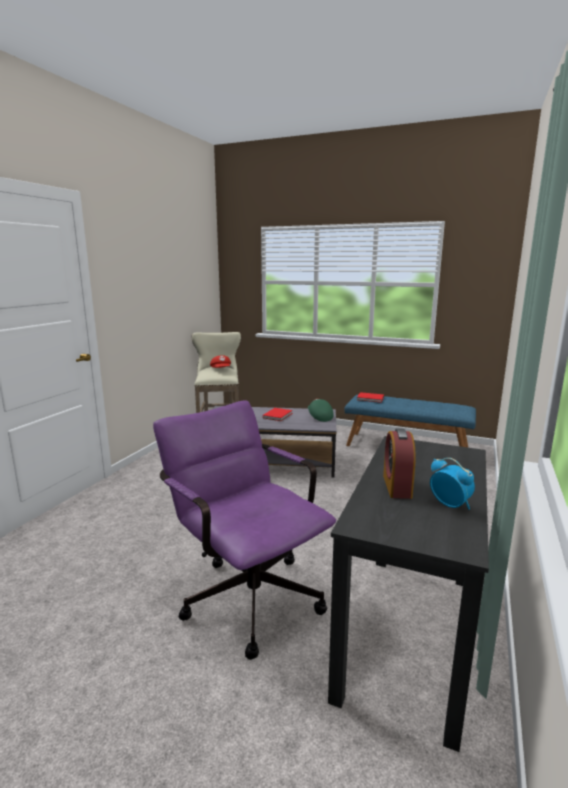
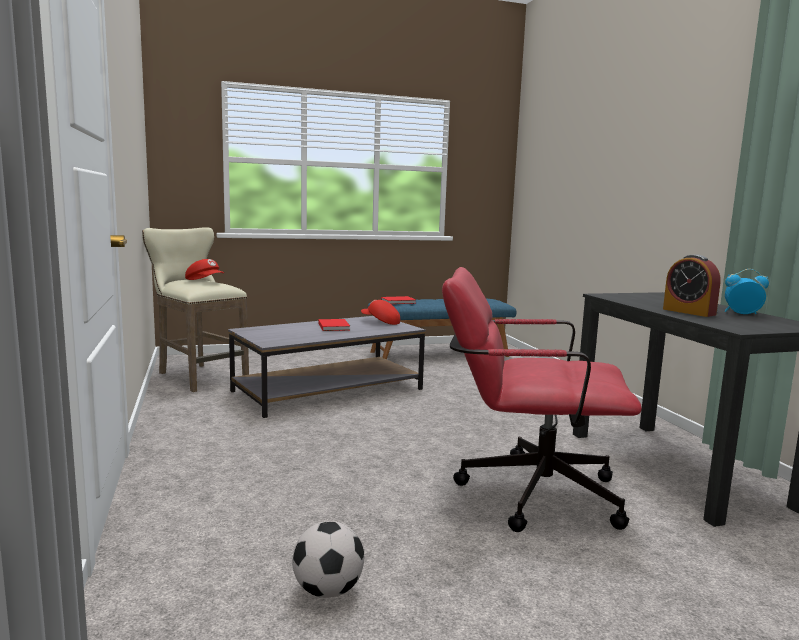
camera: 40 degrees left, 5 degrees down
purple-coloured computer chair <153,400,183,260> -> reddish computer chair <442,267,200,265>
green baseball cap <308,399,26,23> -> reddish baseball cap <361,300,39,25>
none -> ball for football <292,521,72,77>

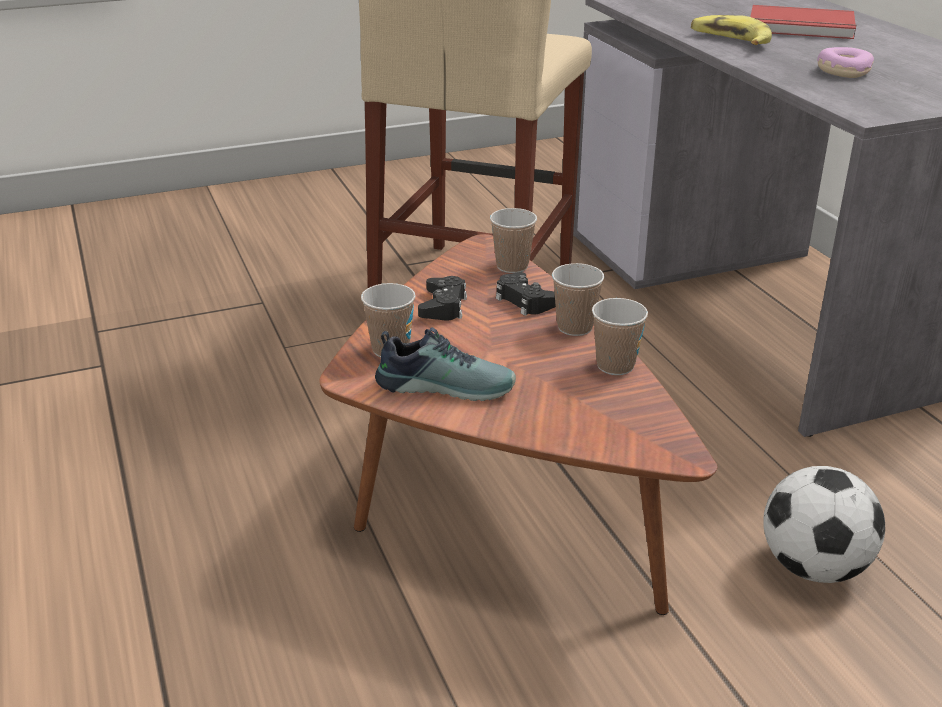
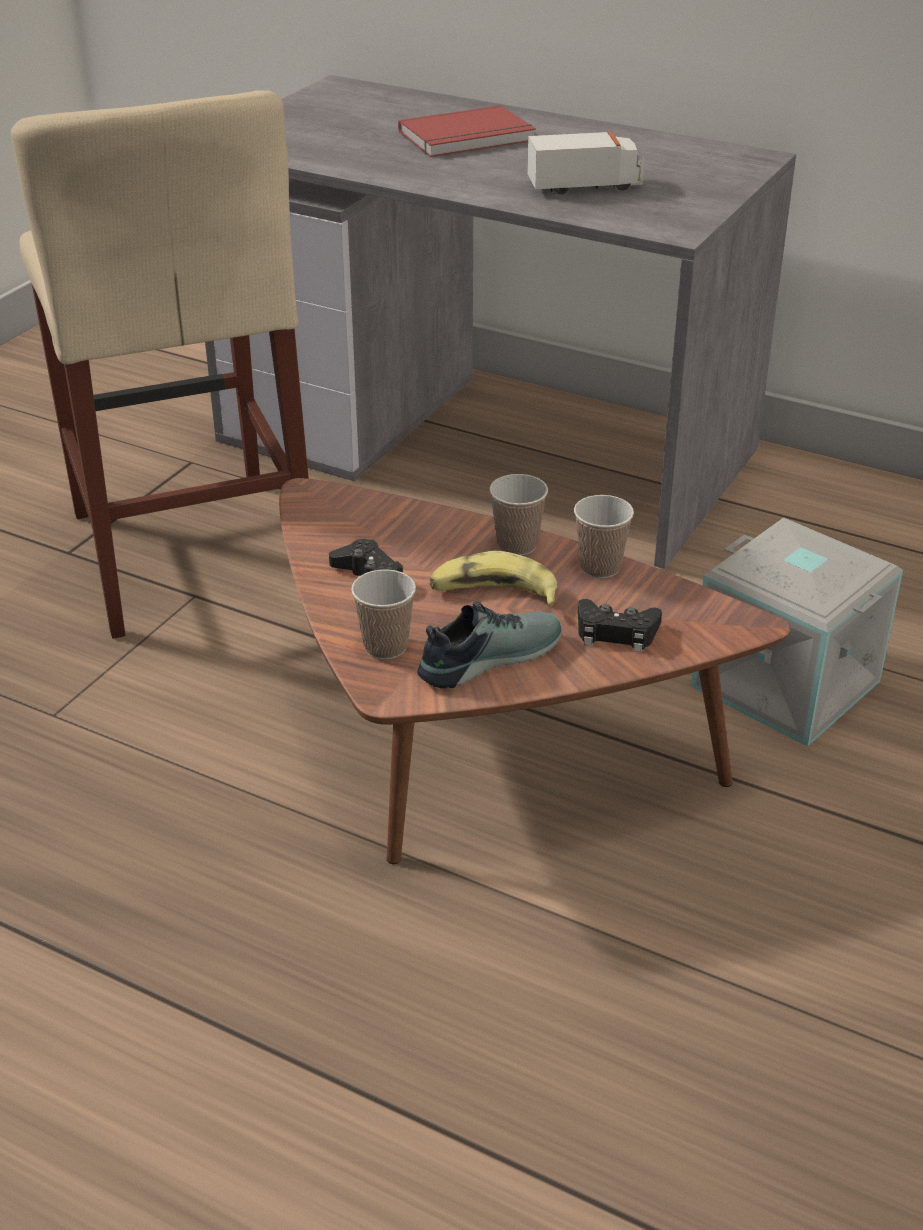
camera: 40 degrees left, 5 degrees up
drinking cup <490,208,47,65> -> none
black joypad <496,272,60,44> -> black joypad <578,599,84,53>, moved
banana <691,15,81,30> -> banana <430,551,127,56>, moved
ball for football <763,466,122,117> -> gray storage box <691,518,212,229>
donut <817,47,57,31> -> toy truck <527,130,117,65>

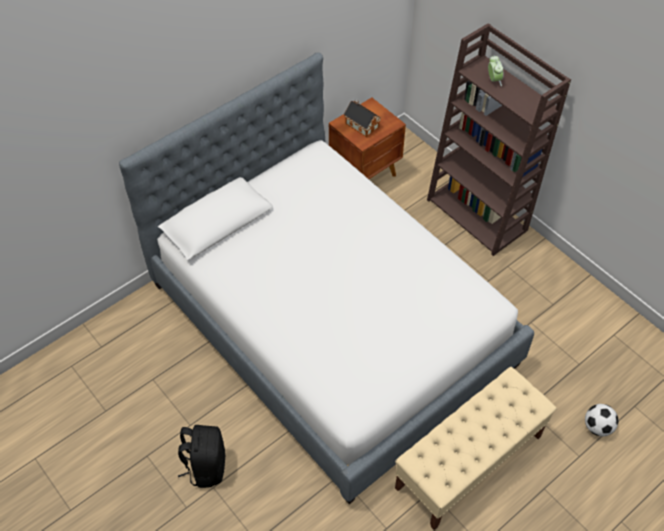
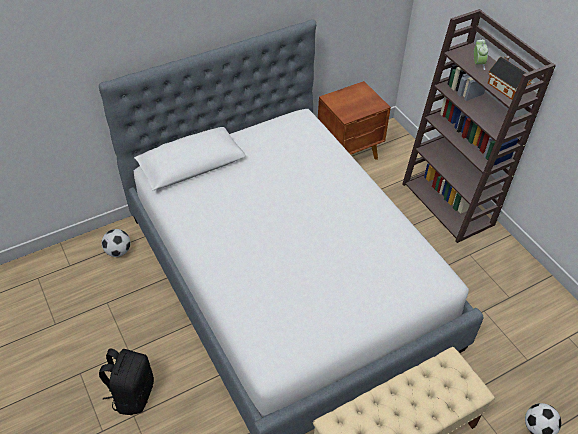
camera: 10 degrees right, 5 degrees down
miniature house <344,99,37,38> -> miniature house <488,55,45,45>, moved
none -> ball for football <102,229,29,28>

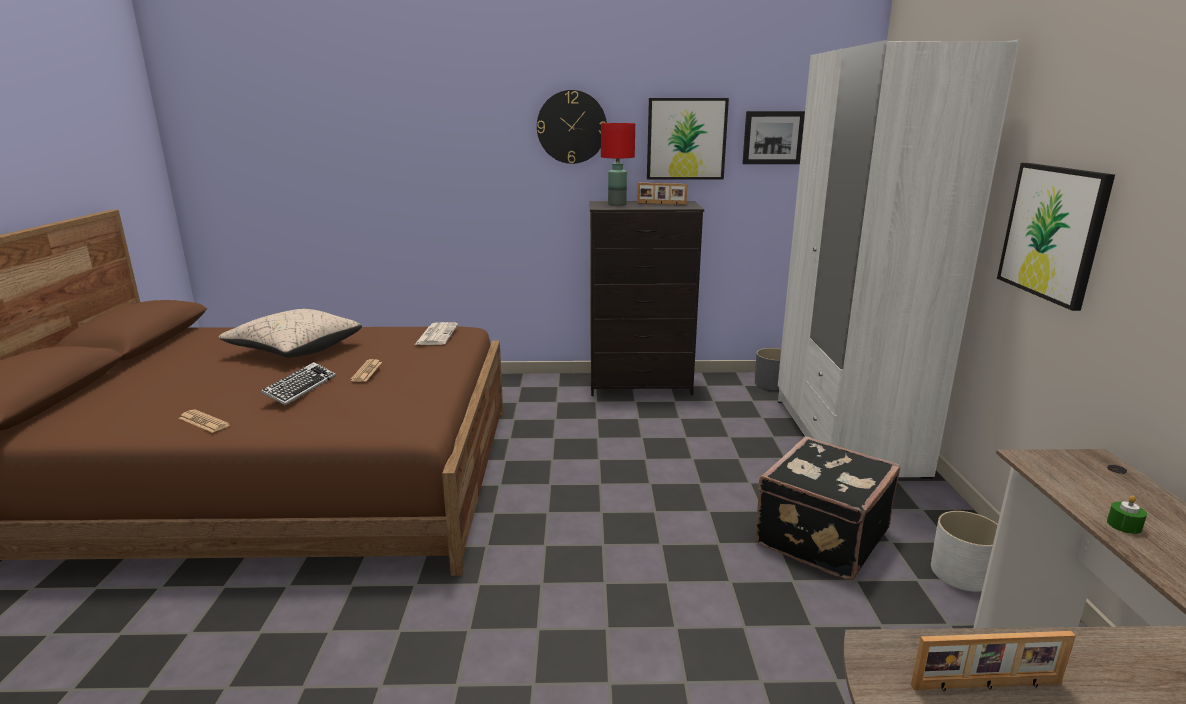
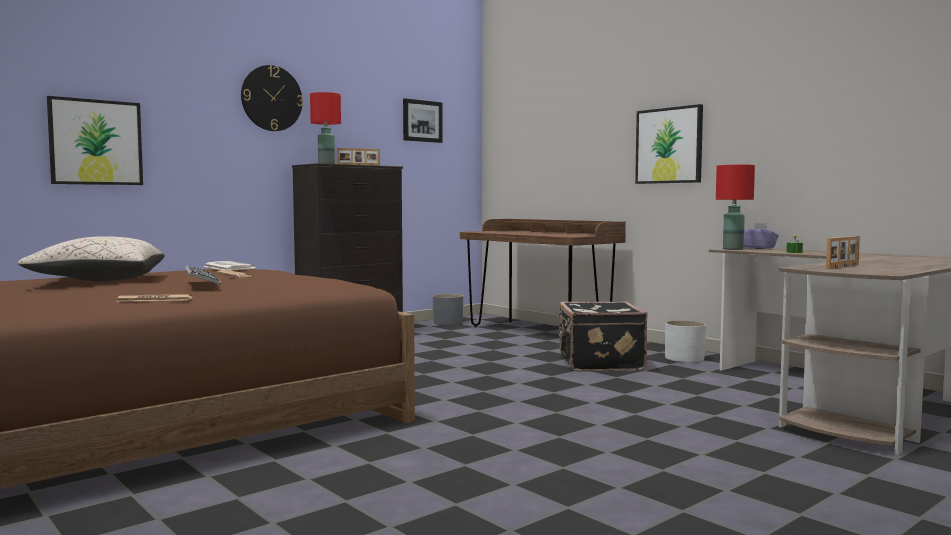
camera: 40 degrees left, 15 degrees down
wall art <647,98,82,82> -> wall art <47,96,96,89>, moved
whitish armoire <778,40,242,438> -> brown-coloured desk unit <460,219,166,108>
none -> reddish lamp for a table <716,165,39,85>
none -> purple-coloured box of tissues <744,223,35,25>

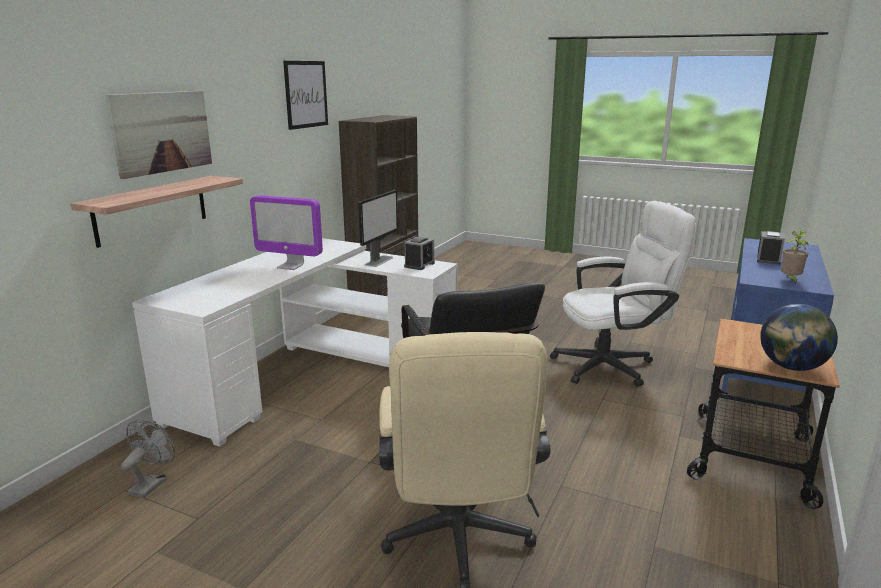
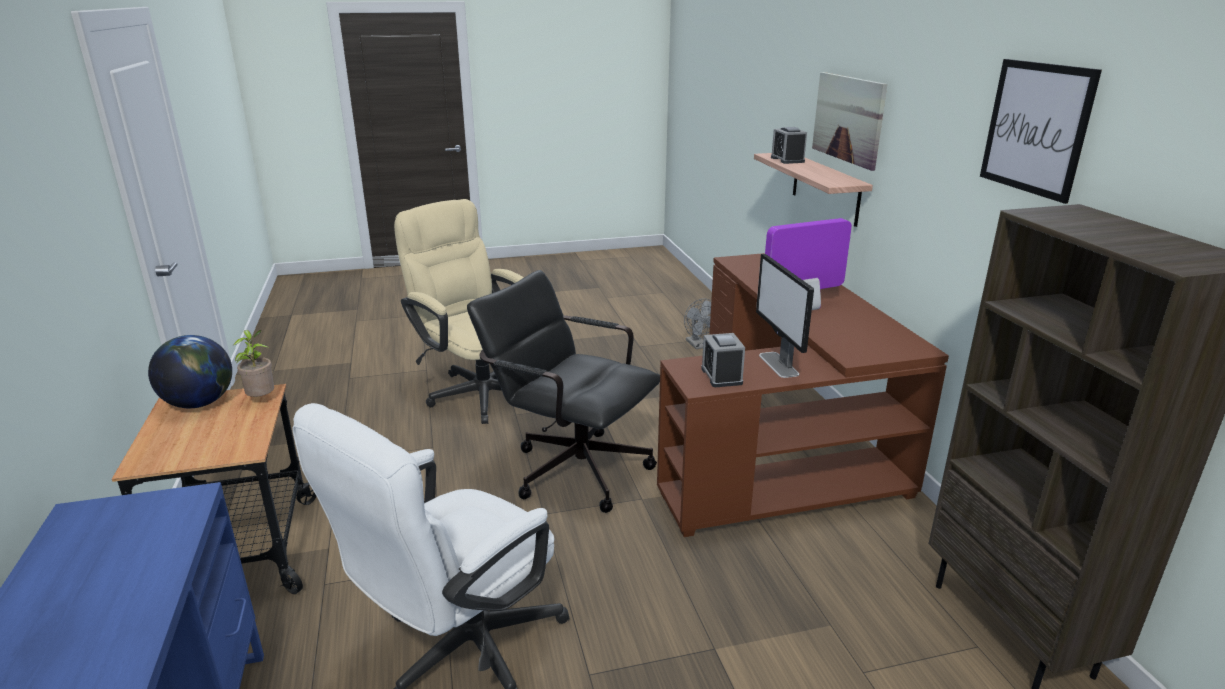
camera: 140 degrees right, 5 degrees up
whitish desk unit <132,238,325,209> -> brown-coloured desk unit <657,253,292,284>
alarm clock <757,231,28,34> -> alarm clock <771,127,36,37>, moved
potted plant <781,230,27,54> -> potted plant <233,330,41,67>, moved

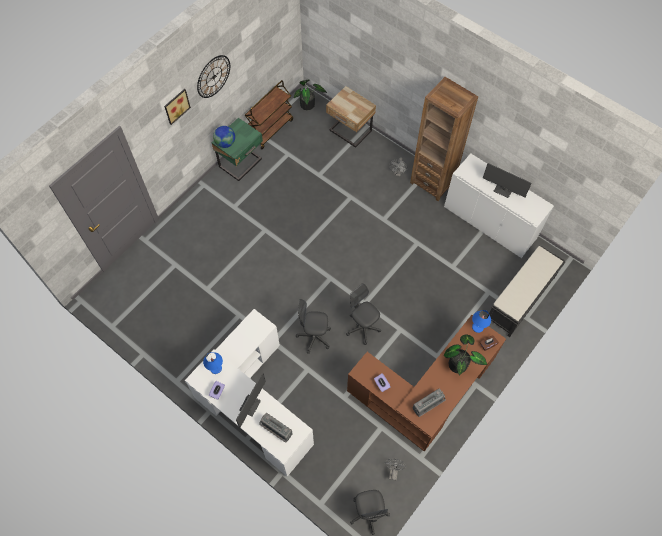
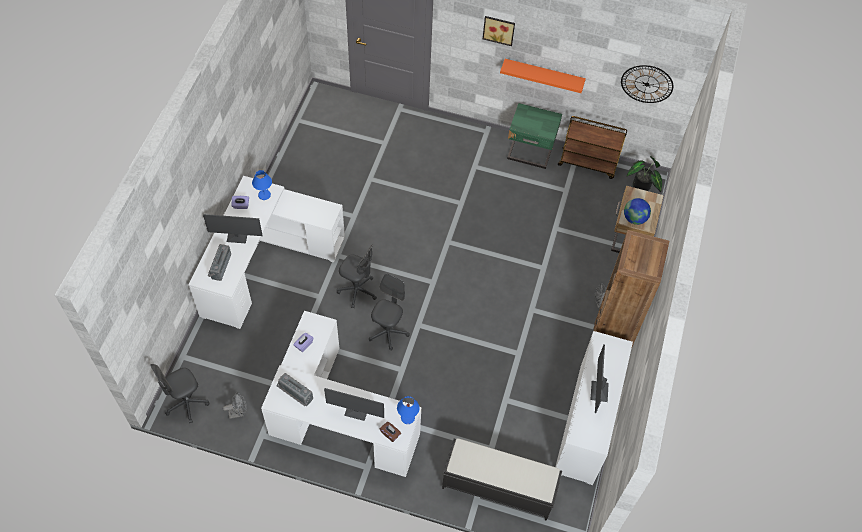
camera: 65 degrees right, 5 degrees down
hanging clock <197,55,33,43> -> hanging clock <621,65,52,38>, moved
world globe <213,126,22,22> -> world globe <624,198,27,27>, moved
gray computer chair <296,299,35,55> -> gray computer chair <337,245,40,63>, 135 degrees clockwise
brown-coloured desk unit <347,315,159,136> -> whitish desk unit <261,311,161,166>
potted plant <444,334,43,42> -> monitor <324,388,60,33>
none -> orangey bracket shelf <500,59,86,34>

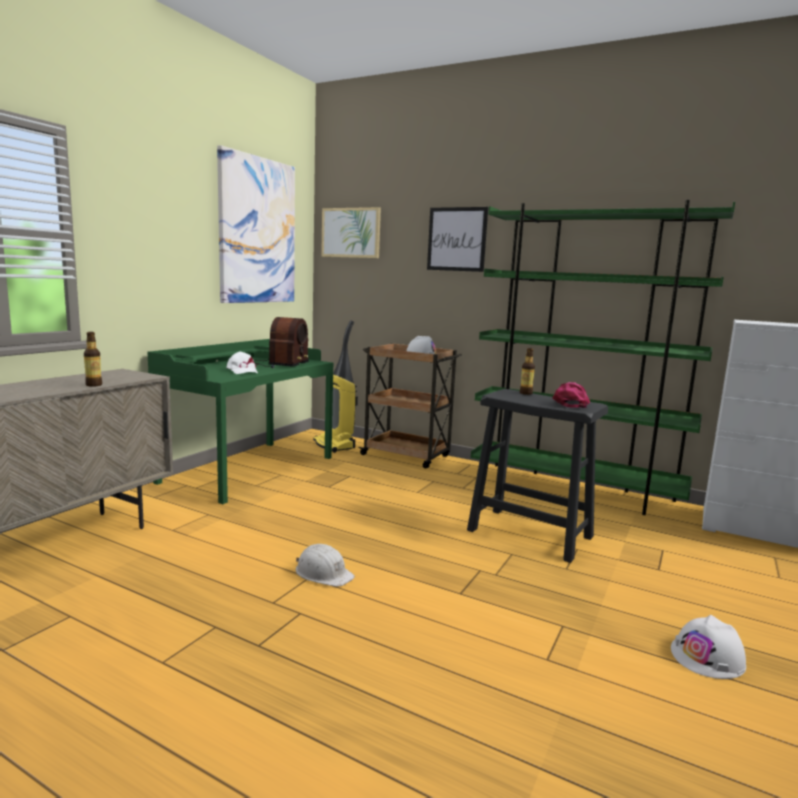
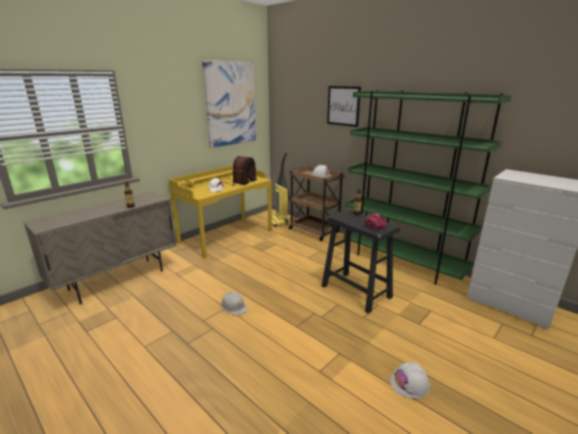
camera: 15 degrees right, 10 degrees up
green desk unit <147,339,186,165> -> yellow desk unit <169,165,103,94>
wall art <321,207,60,51> -> none

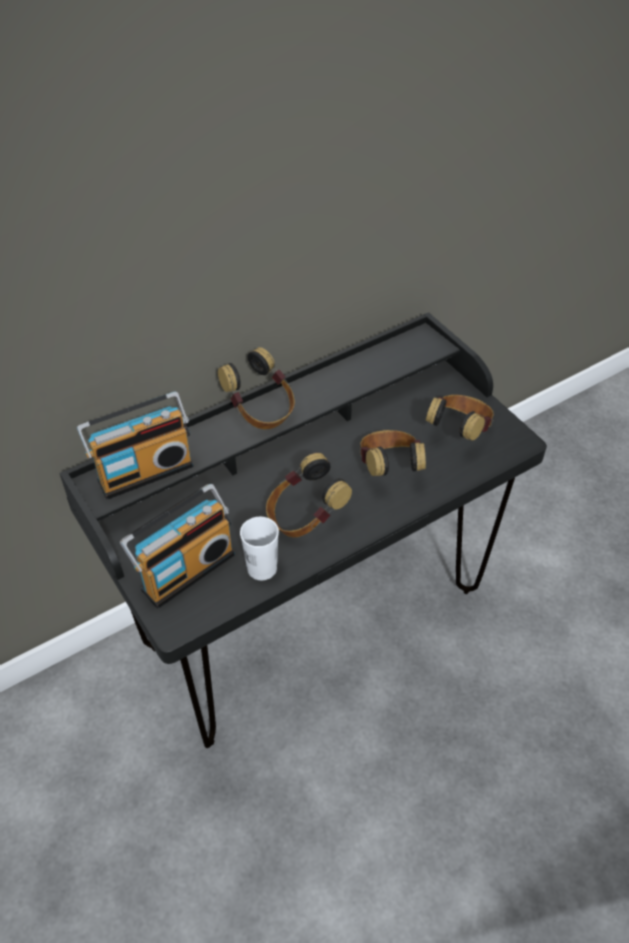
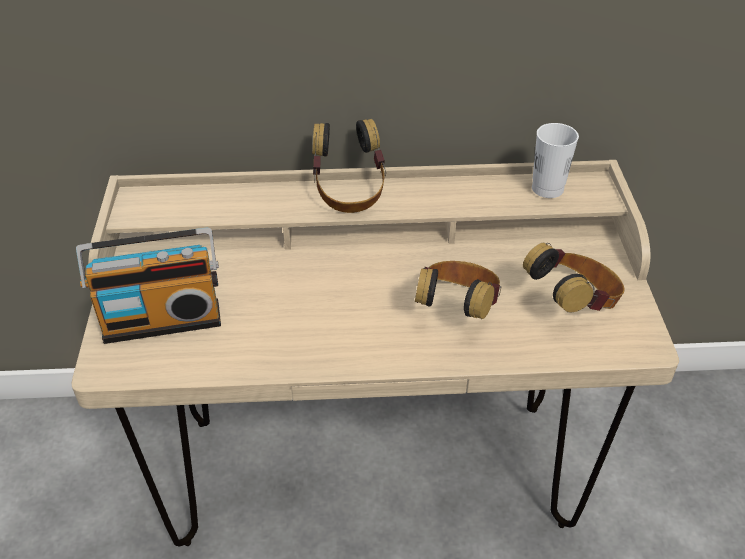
camera: 30 degrees right, 5 degrees down
black desk unit <59,312,488,436> -> beige-coloured desk unit <72,160,607,386>
radio receiver <77,392,116,108> -> none
whitish drinking cup <240,517,39,63> -> whitish drinking cup <532,123,47,75>, moved
pair of headphones <266,453,86,84> -> none

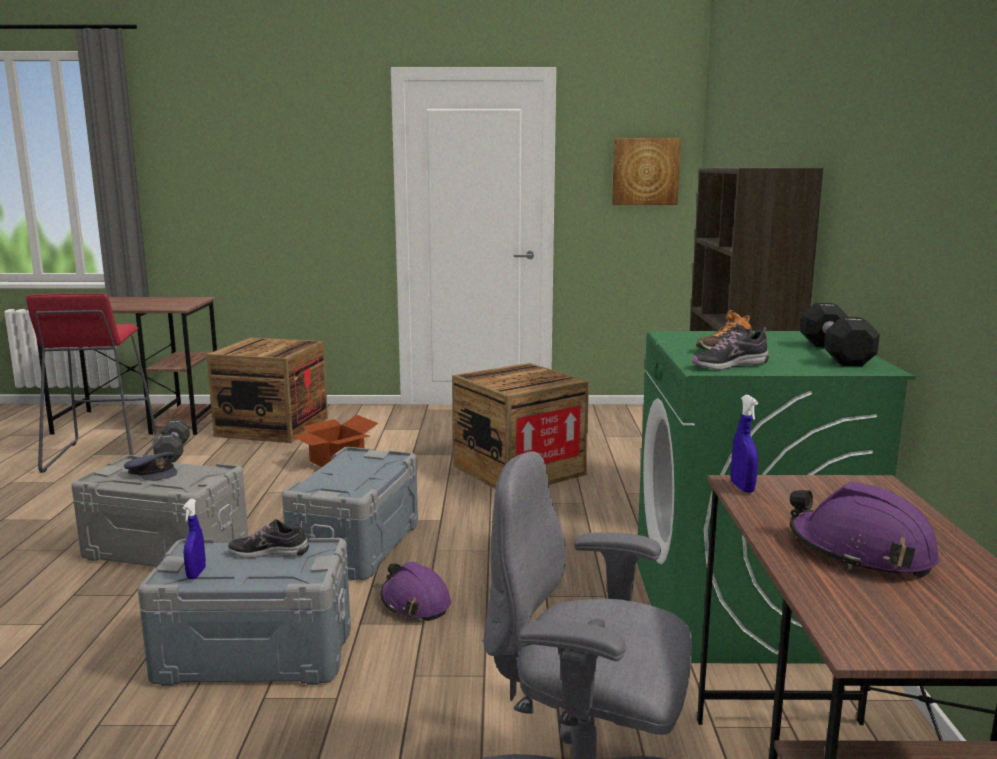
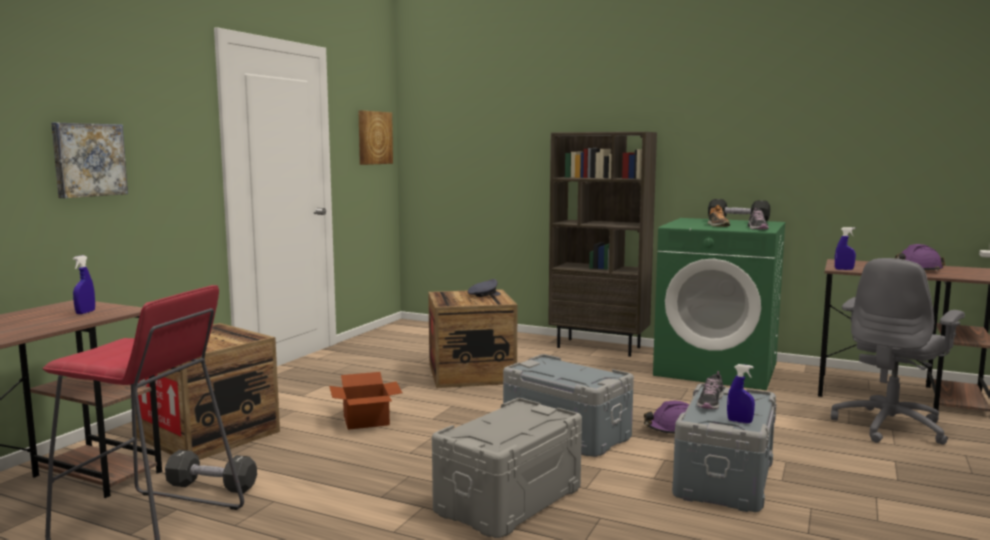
camera: 65 degrees left, 5 degrees down
gray baseball cap <124,452,53,29> -> gray baseball cap <468,279,33,18>, moved
none -> wall art <51,123,77,75>
none -> bluish sprayer <73,255,22,59>

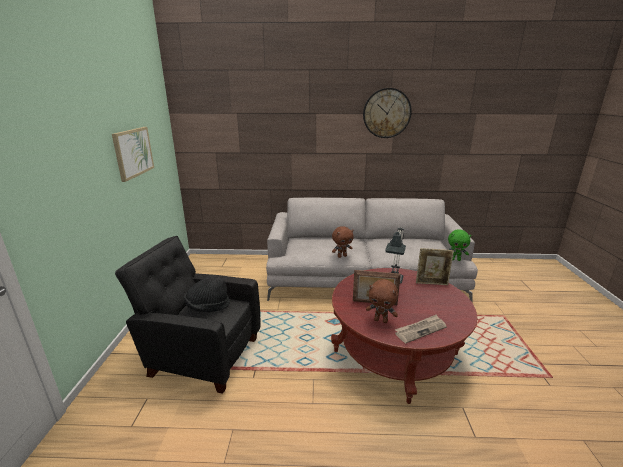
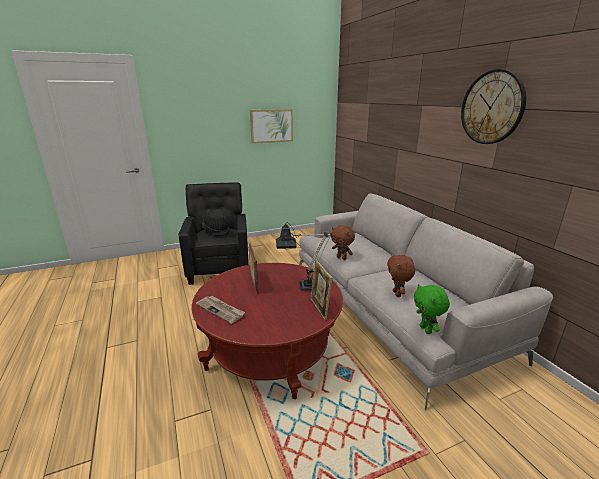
camera: 65 degrees right, 0 degrees up
brown-coloured plush toy <366,279,32,44> -> brown-coloured plush toy <387,254,28,43>, moved

